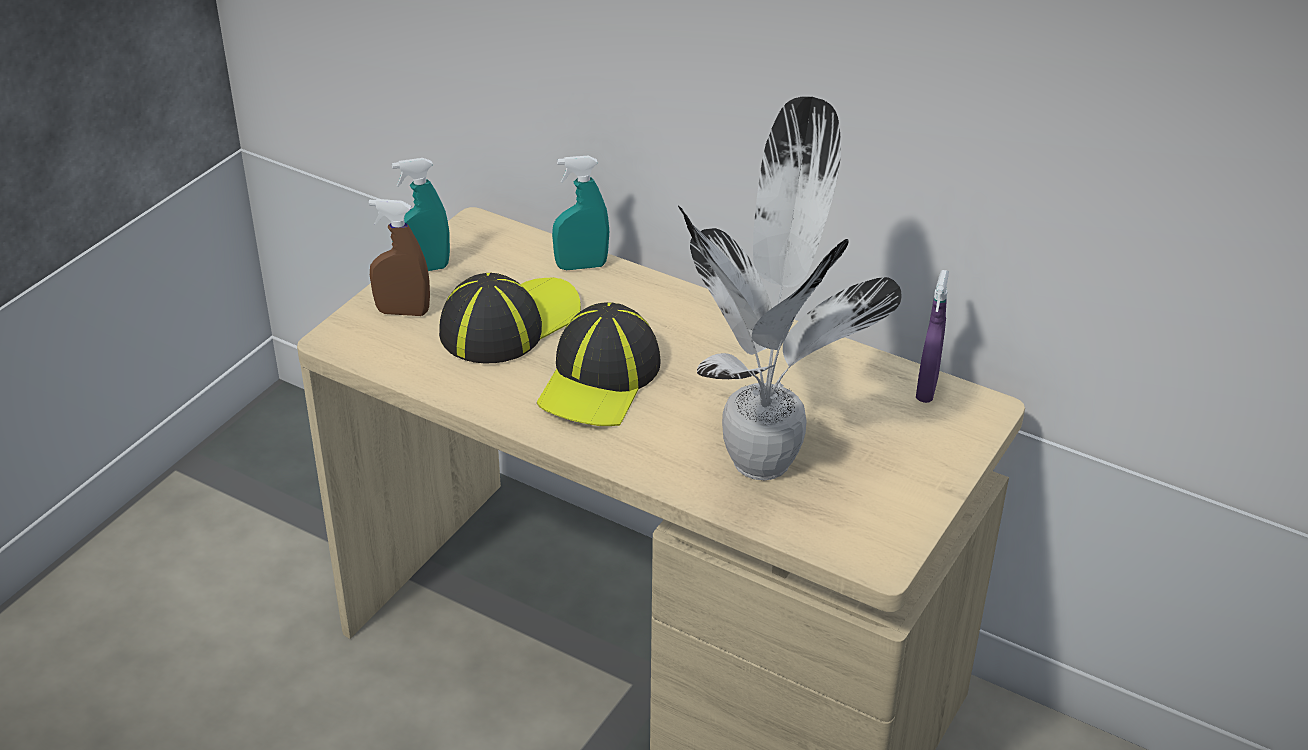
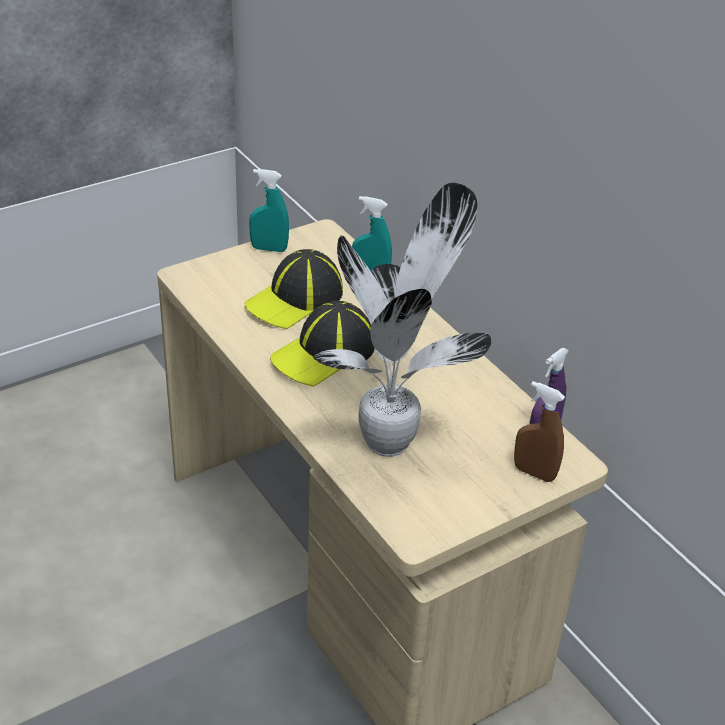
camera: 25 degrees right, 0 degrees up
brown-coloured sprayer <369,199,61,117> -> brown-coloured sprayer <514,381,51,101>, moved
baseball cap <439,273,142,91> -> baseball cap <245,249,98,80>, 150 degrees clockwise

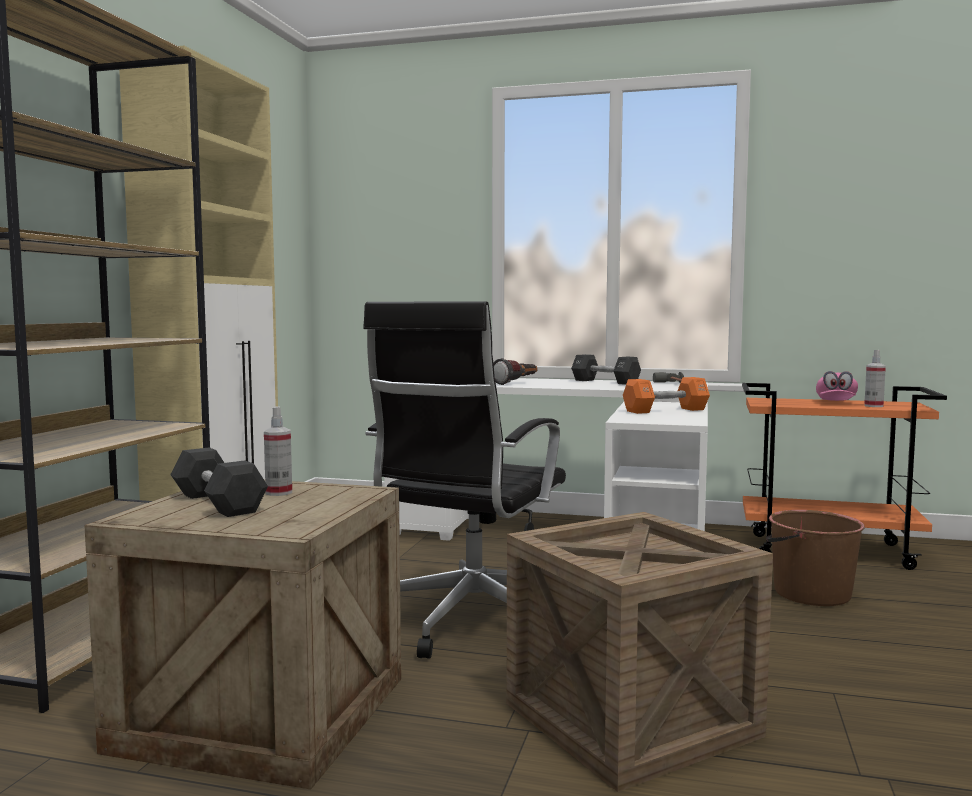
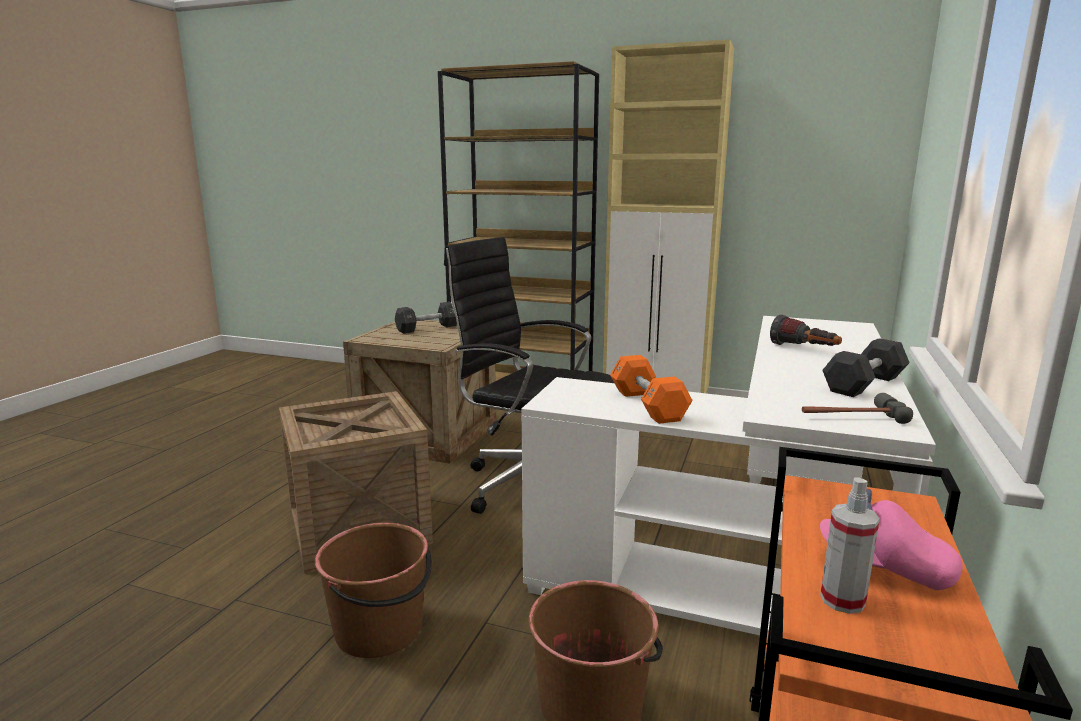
camera: 95 degrees right, 10 degrees up
sprayer <264,406,28,90> -> none
none -> brown-coloured bucket <315,523,117,135>

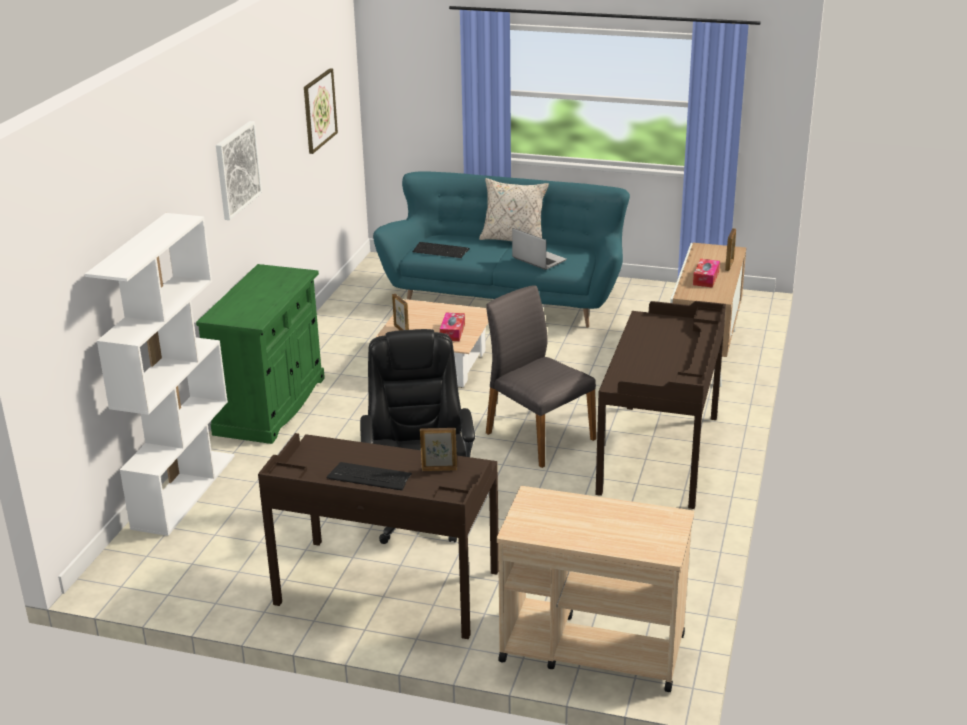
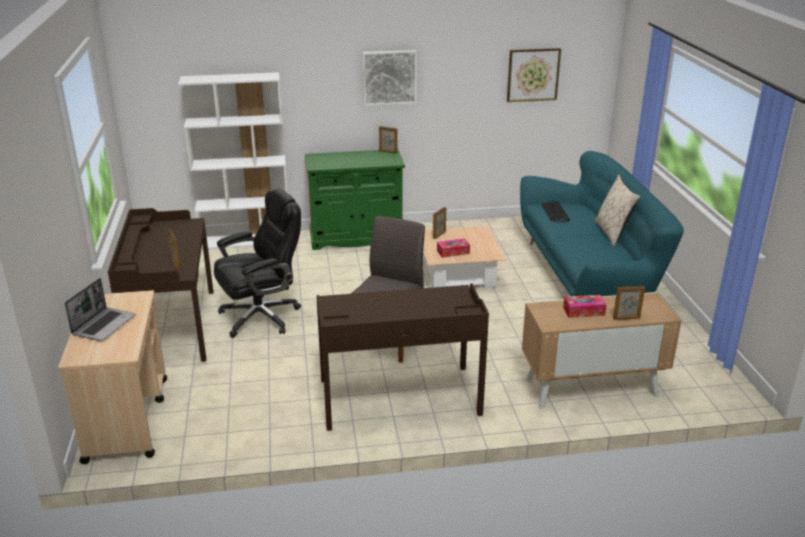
camera: 65 degrees right, 0 degrees up
PC keyboard <327,462,85,28> -> none
portable computer <512,228,55,42> -> portable computer <65,278,71,63>, moved
none -> standing frame <379,126,18,27>

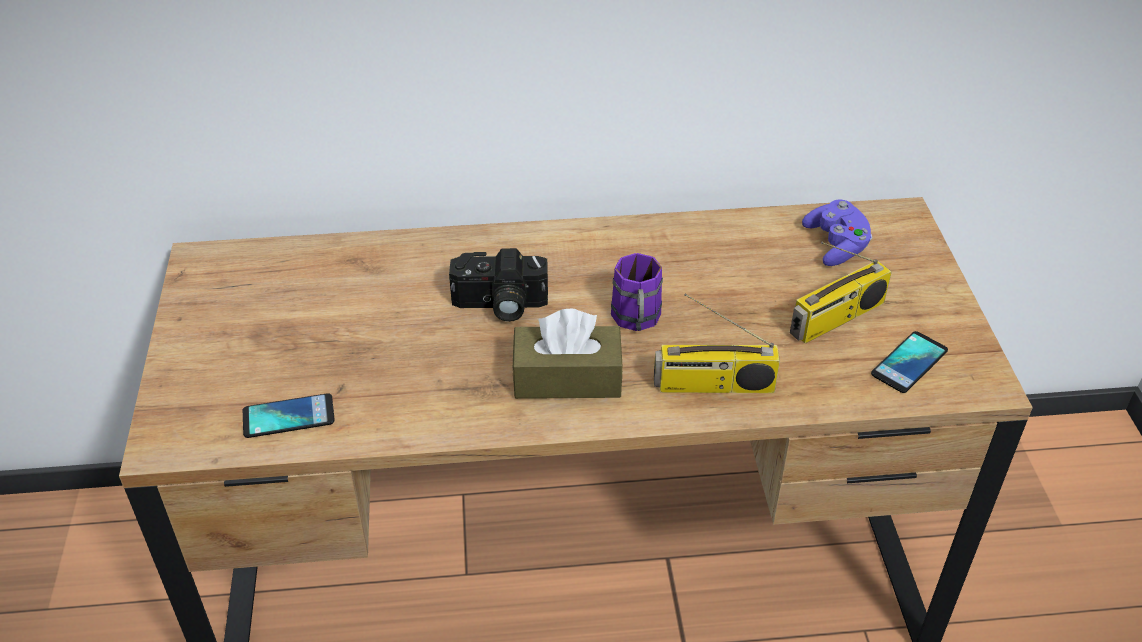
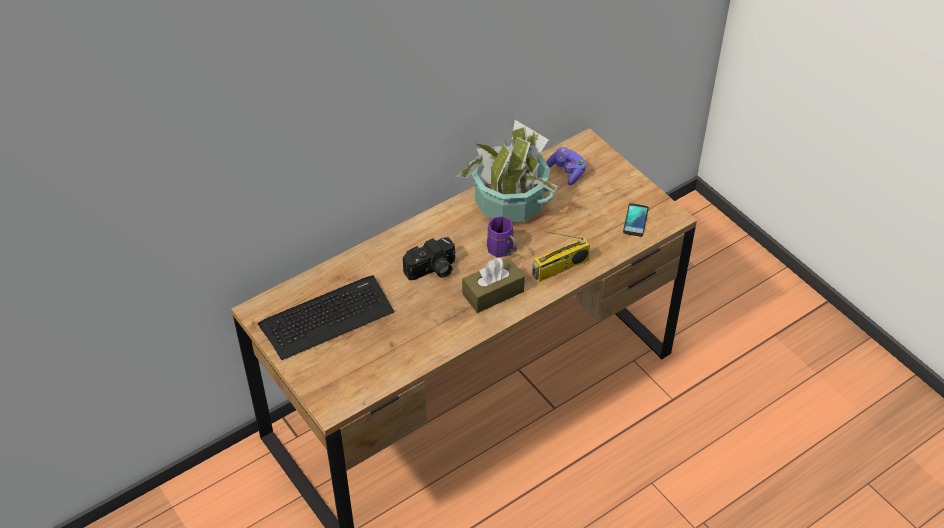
camera: 30 degrees left, 5 degrees up
telephone <243,393,92,45> -> none
radio receiver <790,242,102,102> -> none
none -> PC keyboard <258,275,136,85>
none -> potted plant <455,120,103,103>

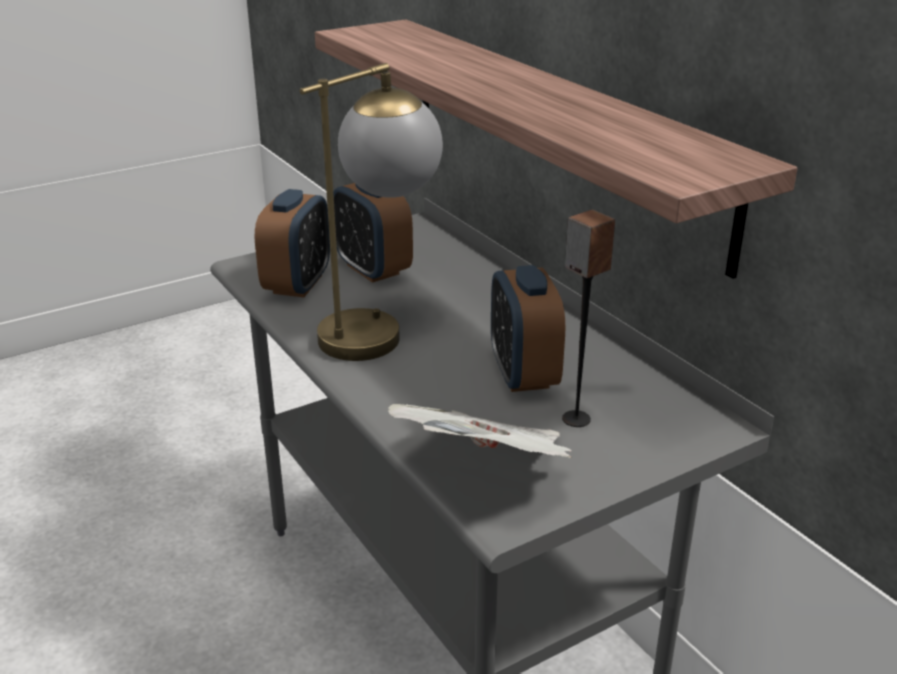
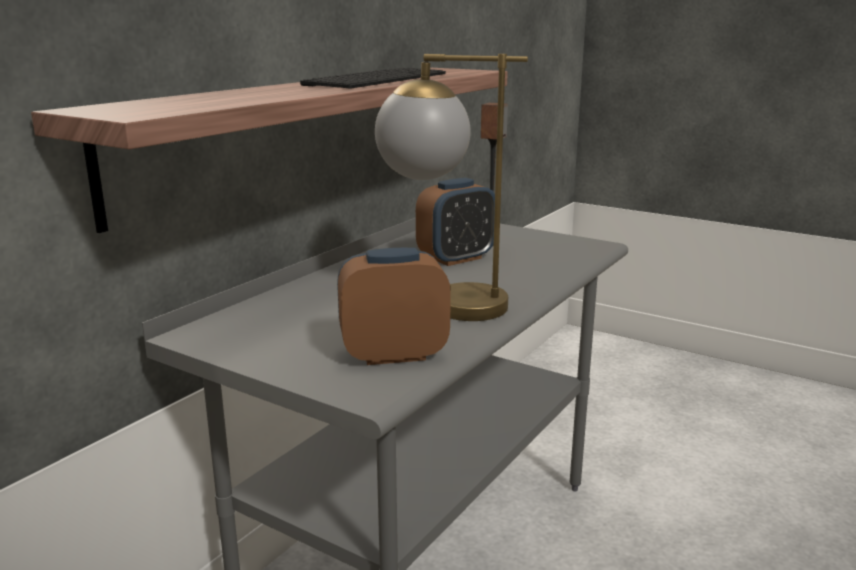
camera: 115 degrees left, 10 degrees down
alarm clock <333,183,80,100> -> none
daily paper <388,404,183,54> -> none
none -> PC keyboard <300,68,146,20>

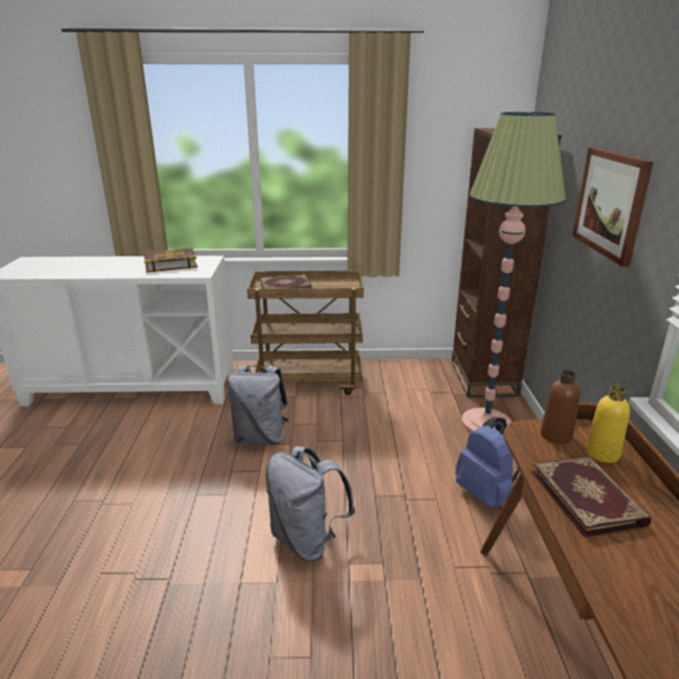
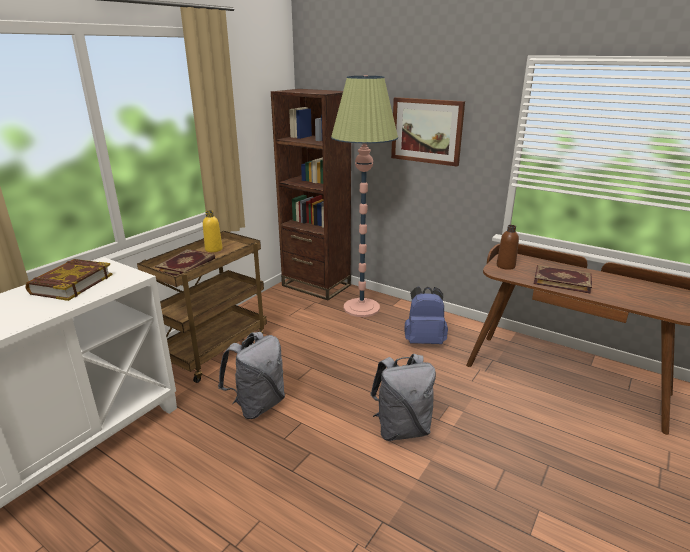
camera: 55 degrees left, 0 degrees up
yellow bottle <586,385,44,78> -> yellow bottle <203,210,20,42>, moved

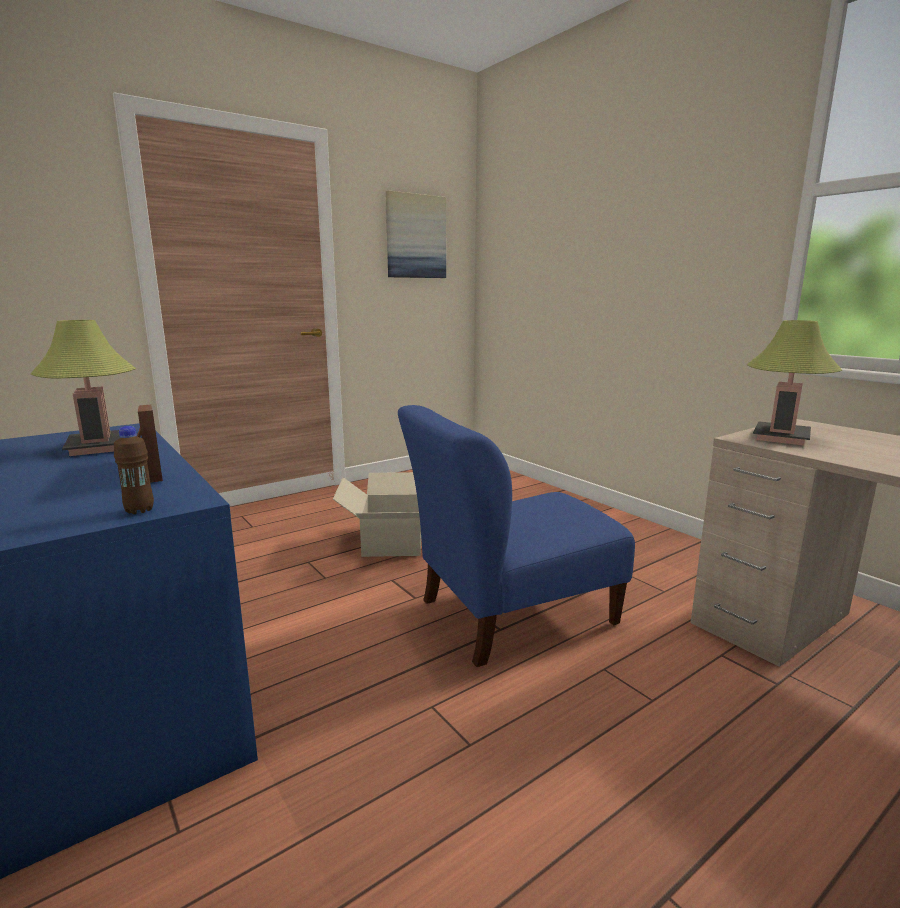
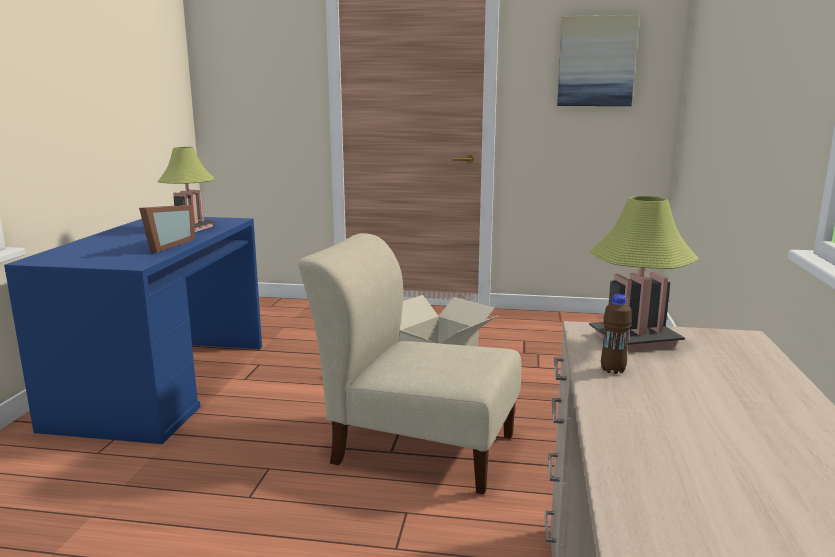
camera: 45 degrees right, 0 degrees up
brown-coloured bottle <114,426,40,88> -> brown-coloured bottle <601,294,31,80>, moved
bluish chair <398,405,237,262> -> beige-coloured chair <298,233,223,261>

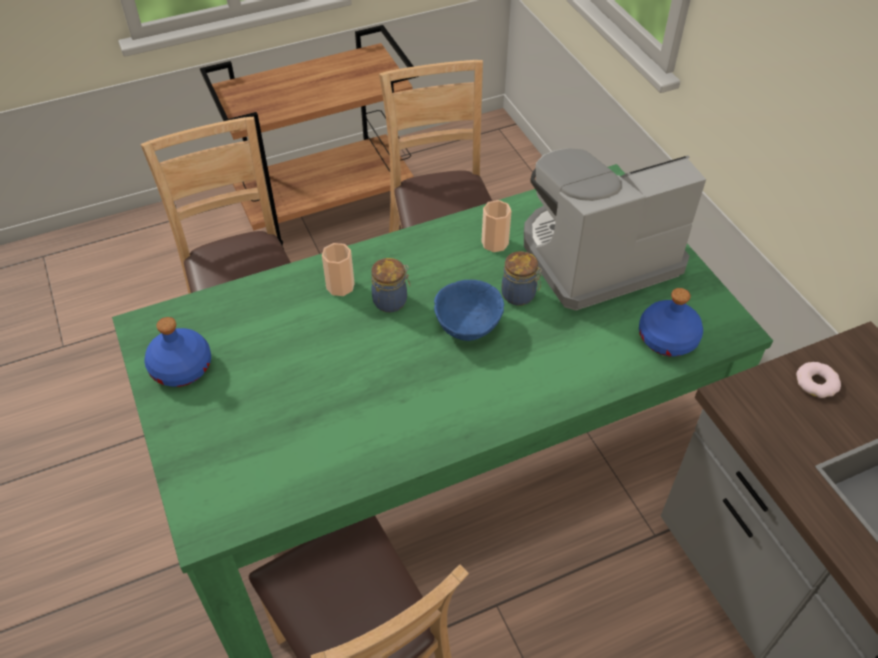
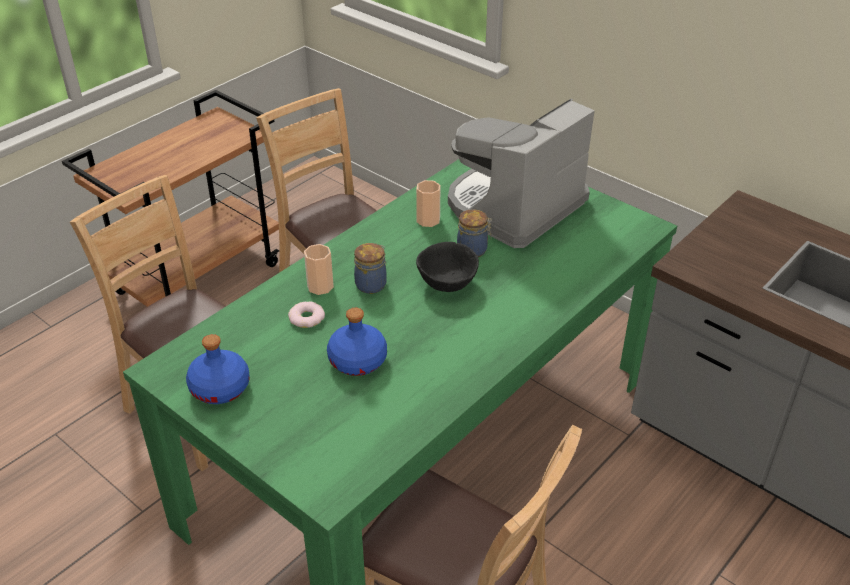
camera: 25 degrees left, 10 degrees down
bluish serving bowl <434,280,70,61> -> black serving bowl <416,242,63,50>
bluish bottle <639,288,64,68> -> bluish bottle <327,308,60,68>, moved
donut <796,362,45,36> -> donut <288,301,37,27>, moved

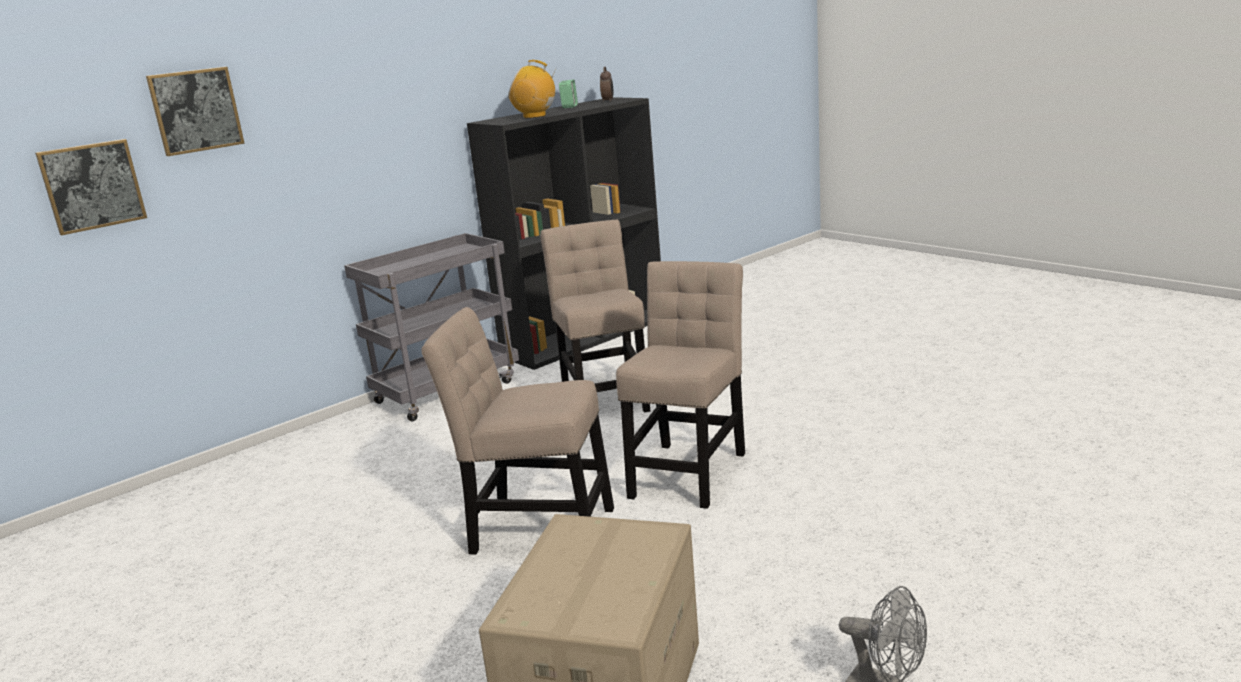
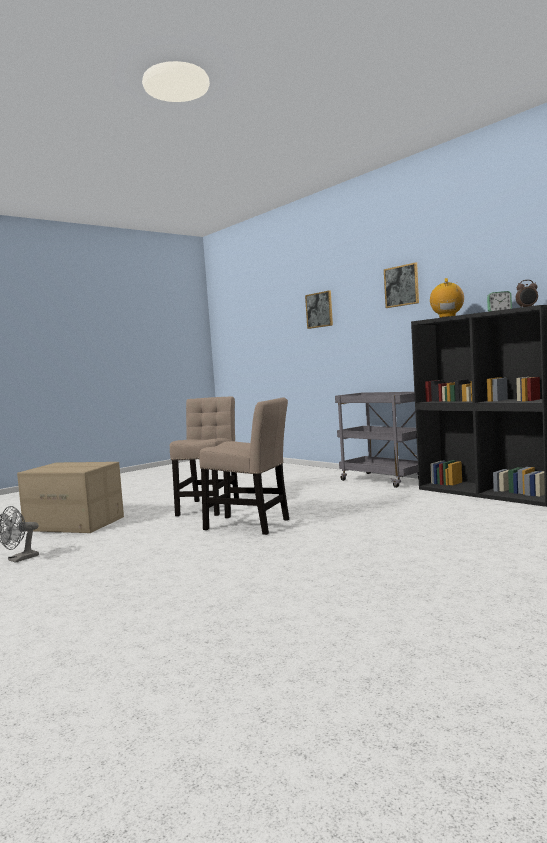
camera: 90 degrees right, 15 degrees down
wall art <35,139,112,96> -> wall art <384,262,35,46>, moved
beige-coloured chair <540,220,110,192> -> none

